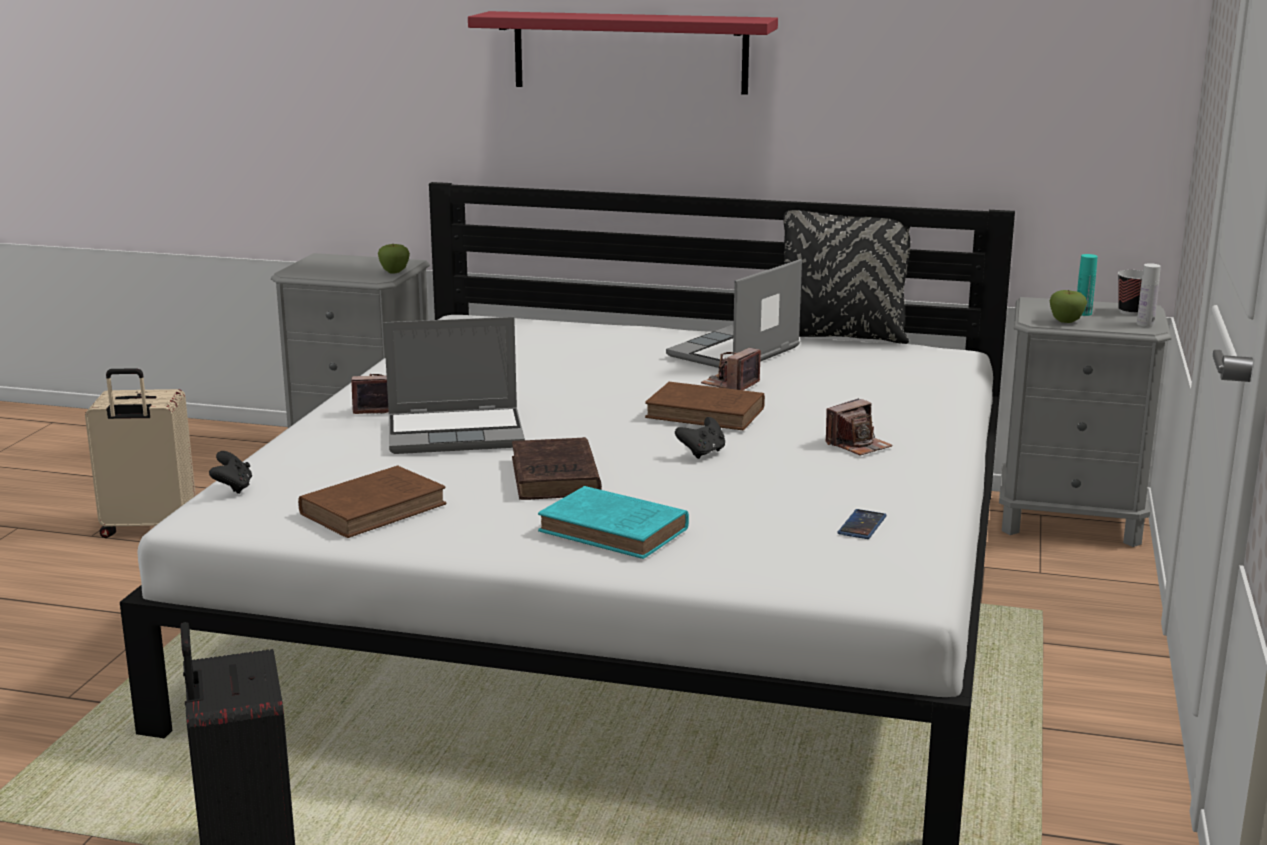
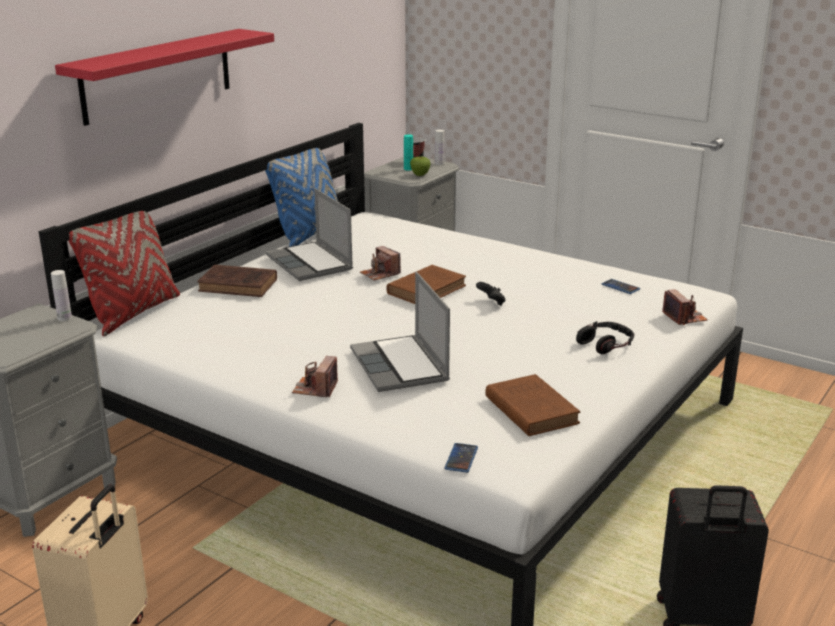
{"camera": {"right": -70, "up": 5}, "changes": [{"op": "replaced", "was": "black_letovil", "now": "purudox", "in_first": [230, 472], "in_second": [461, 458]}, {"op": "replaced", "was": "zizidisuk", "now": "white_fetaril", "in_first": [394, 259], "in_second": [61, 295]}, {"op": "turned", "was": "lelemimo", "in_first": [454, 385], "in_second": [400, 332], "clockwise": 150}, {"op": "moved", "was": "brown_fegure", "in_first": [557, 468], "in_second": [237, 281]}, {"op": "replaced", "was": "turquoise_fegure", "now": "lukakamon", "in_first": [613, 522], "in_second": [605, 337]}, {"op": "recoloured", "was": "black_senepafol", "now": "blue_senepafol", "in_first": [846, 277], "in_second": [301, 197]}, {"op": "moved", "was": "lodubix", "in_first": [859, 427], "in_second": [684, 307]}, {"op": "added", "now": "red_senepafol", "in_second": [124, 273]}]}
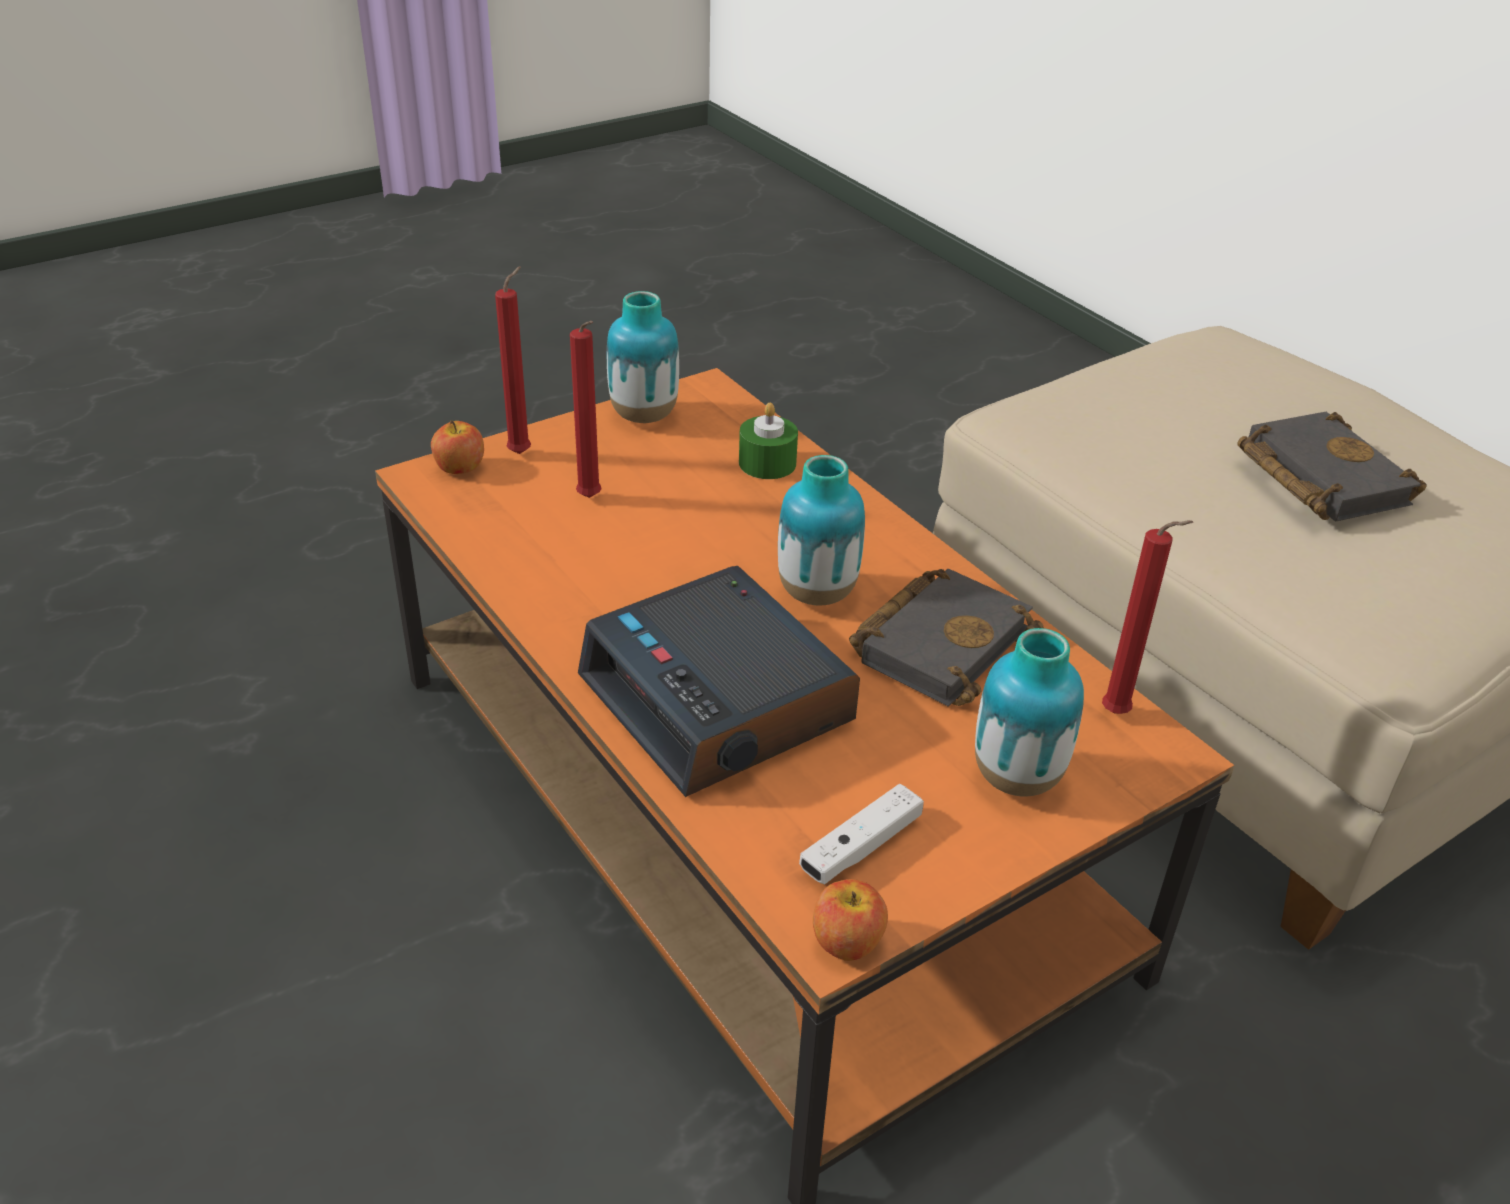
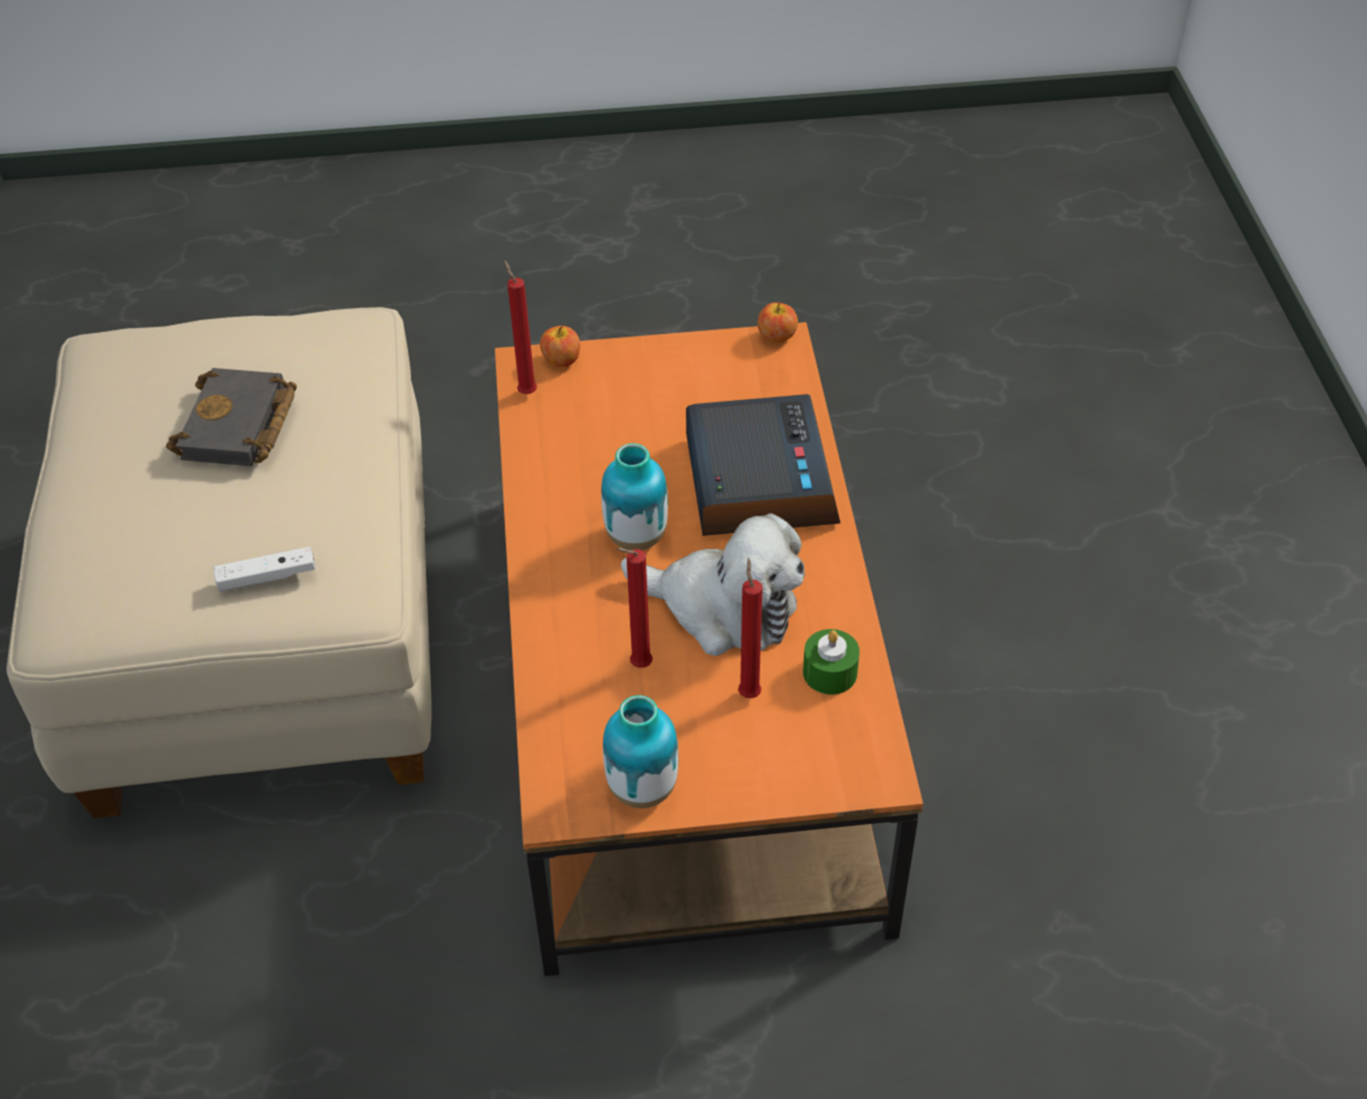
{"camera": {"right": -150, "up": 10}, "changes": [{"op": "moved", "was": "zizidisuk", "in_first": [457, 447], "in_second": [560, 346]}, {"op": "moved", "was": "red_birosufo", "in_first": [513, 360], "in_second": [634, 608]}, {"op": "moved", "was": "green_birosufo", "in_first": [768, 441], "in_second": [831, 662]}, {"op": "moved", "was": "white_letovil", "in_first": [861, 834], "in_second": [264, 569]}, {"op": "removed", "was": "black_fegure", "in_first": [946, 638]}, {"op": "removed", "was": "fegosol", "in_first": [1029, 712]}, {"op": "added", "now": "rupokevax", "in_second": [713, 584]}]}
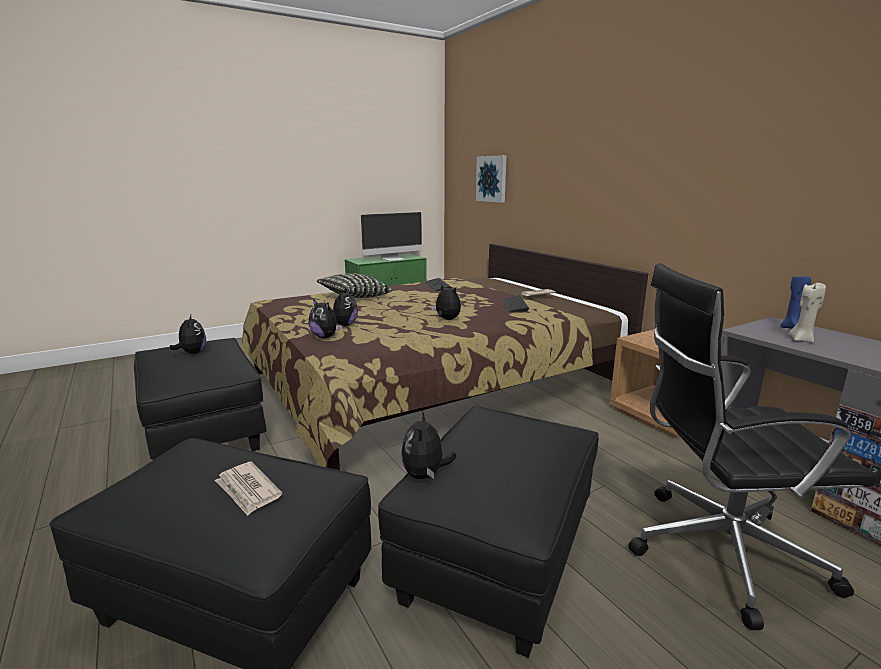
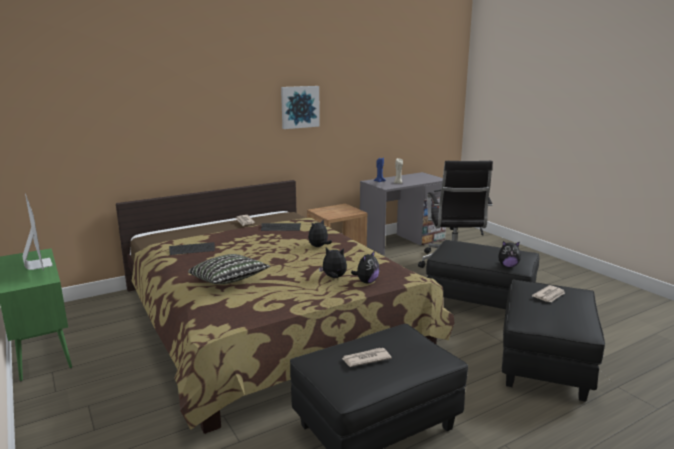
{"camera": {"right": -90, "up": 0}, "changes": [{"op": "replaced", "was": "rupokevax", "now": "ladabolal", "in_first": [188, 334], "in_second": [367, 357]}, {"op": "moved", "was": "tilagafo", "in_first": [491, 179], "in_second": [300, 107]}]}
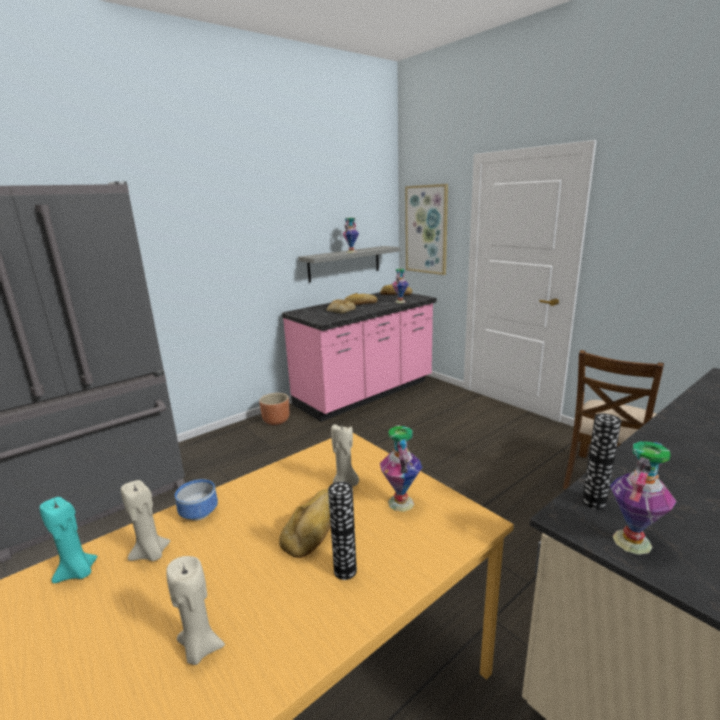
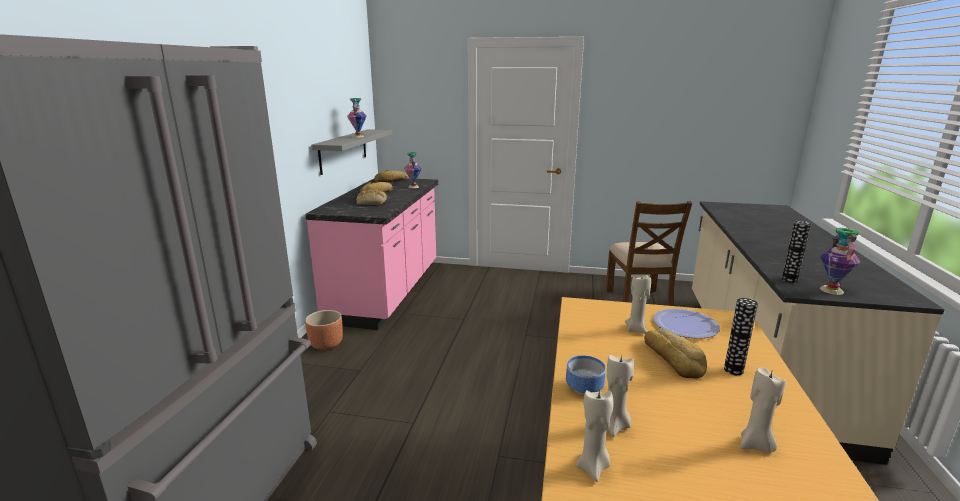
{"camera": {"right": -40, "up": 0}, "changes": [{"op": "recoloured", "was": "turquoise_birosufo", "now": "beige_birosufo", "in_first": [68, 540], "in_second": [594, 435]}, {"op": "replaced", "was": "fegosol", "now": "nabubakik", "in_first": [401, 468], "in_second": [686, 323]}, {"op": "removed", "was": "tilagafo", "in_first": [426, 229]}]}
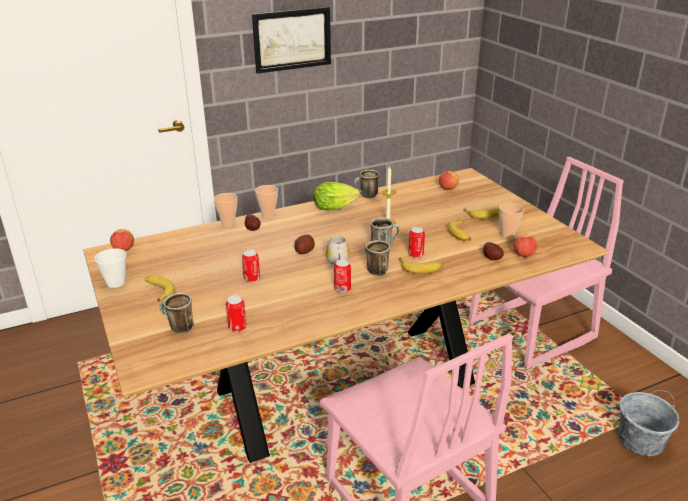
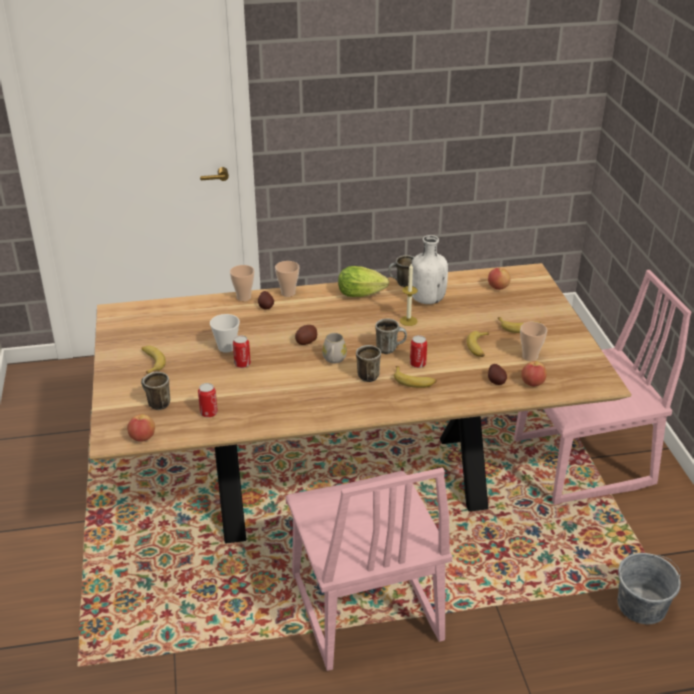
{"camera": {"right": 15, "up": 5}, "changes": [{"op": "moved", "was": "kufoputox", "in_first": [110, 268], "in_second": [225, 333]}, {"op": "moved", "was": "zizidisuk", "in_first": [122, 240], "in_second": [141, 428]}, {"op": "removed", "was": "tilagafo", "in_first": [291, 40]}, {"op": "removed", "was": "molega", "in_first": [342, 276]}, {"op": "added", "now": "white_fetaril", "in_second": [429, 269]}]}
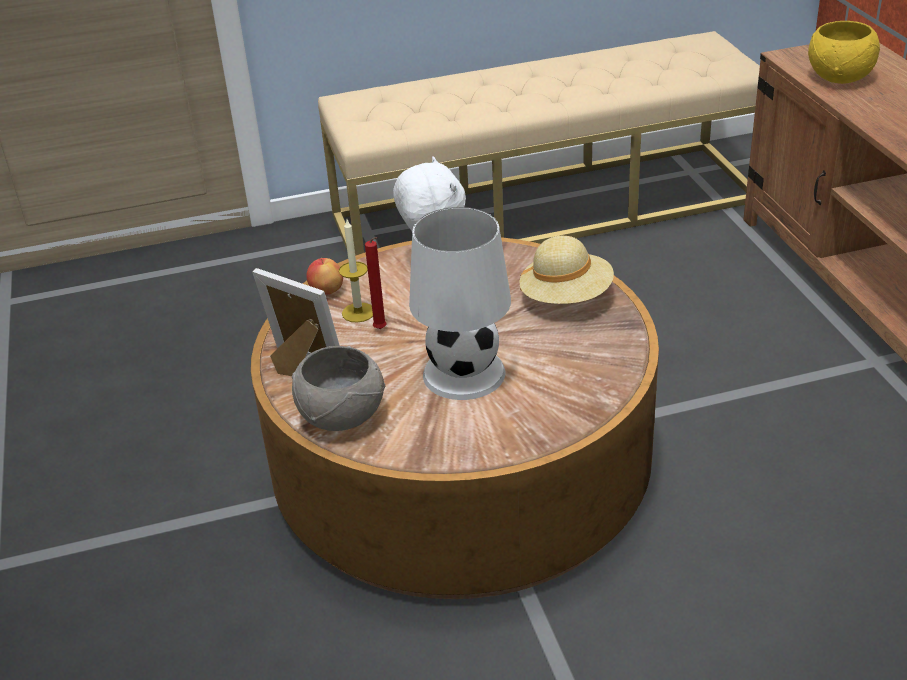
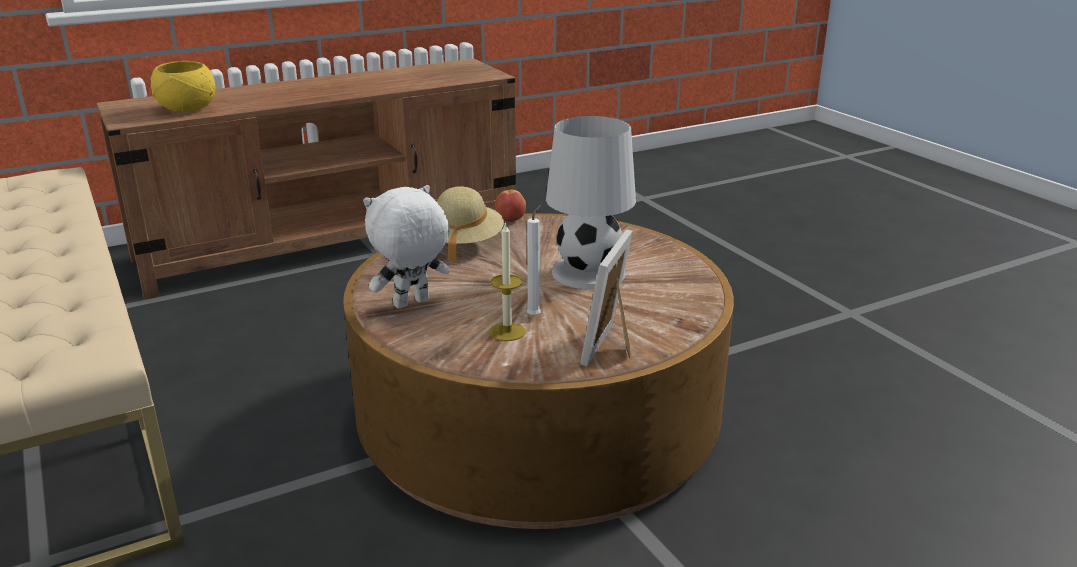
{"camera": {"right": -105, "up": -10}, "changes": [{"op": "removed", "was": "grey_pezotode", "in_first": [338, 388]}, {"op": "moved", "was": "zizidisuk", "in_first": [324, 276], "in_second": [510, 206]}, {"op": "recoloured", "was": "red_birosufo", "now": "white_birosufo", "in_first": [376, 283], "in_second": [534, 261]}]}
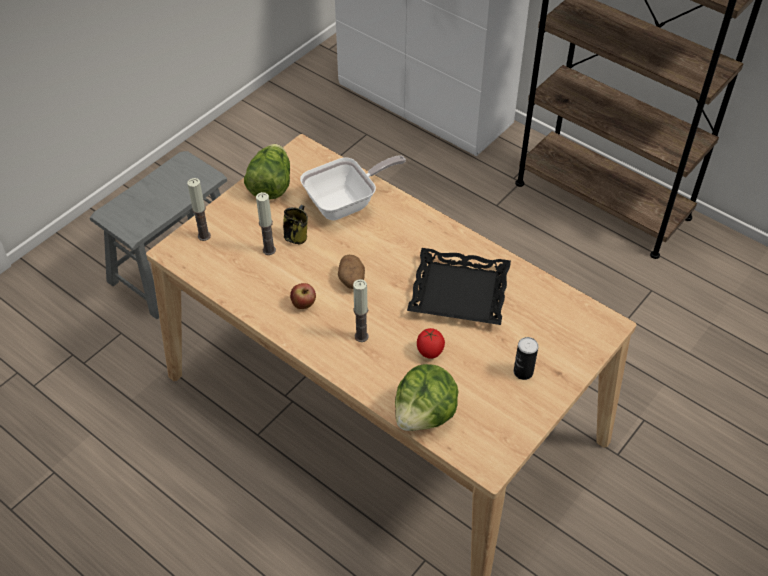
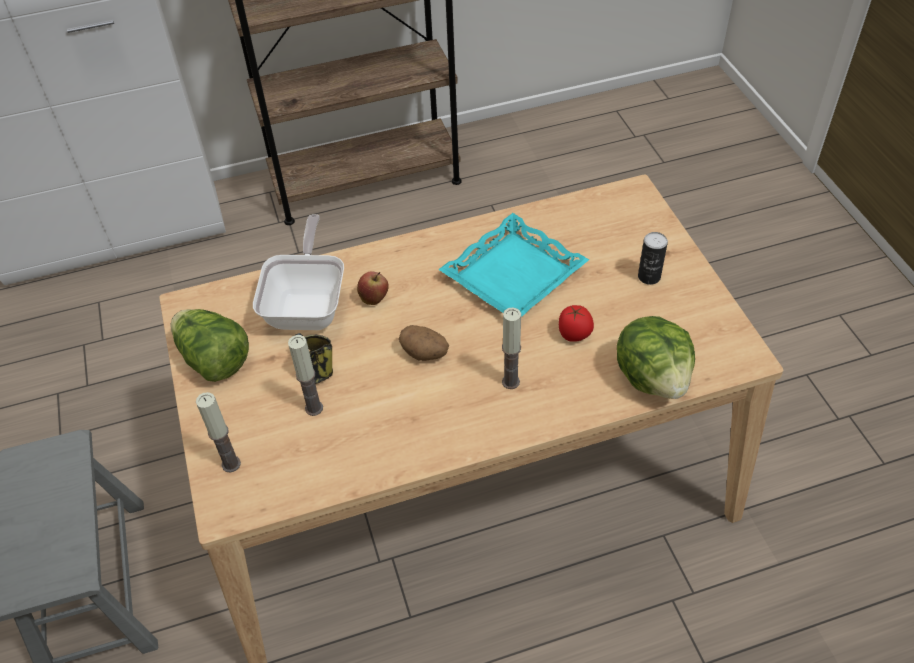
{"camera": {"right": -55, "up": 0}, "changes": [{"op": "moved", "was": "zizidisuk", "in_first": [303, 296], "in_second": [373, 288]}, {"op": "recoloured", "was": "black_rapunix", "now": "turquoise_rapunix", "in_first": [459, 286], "in_second": [513, 265]}]}
